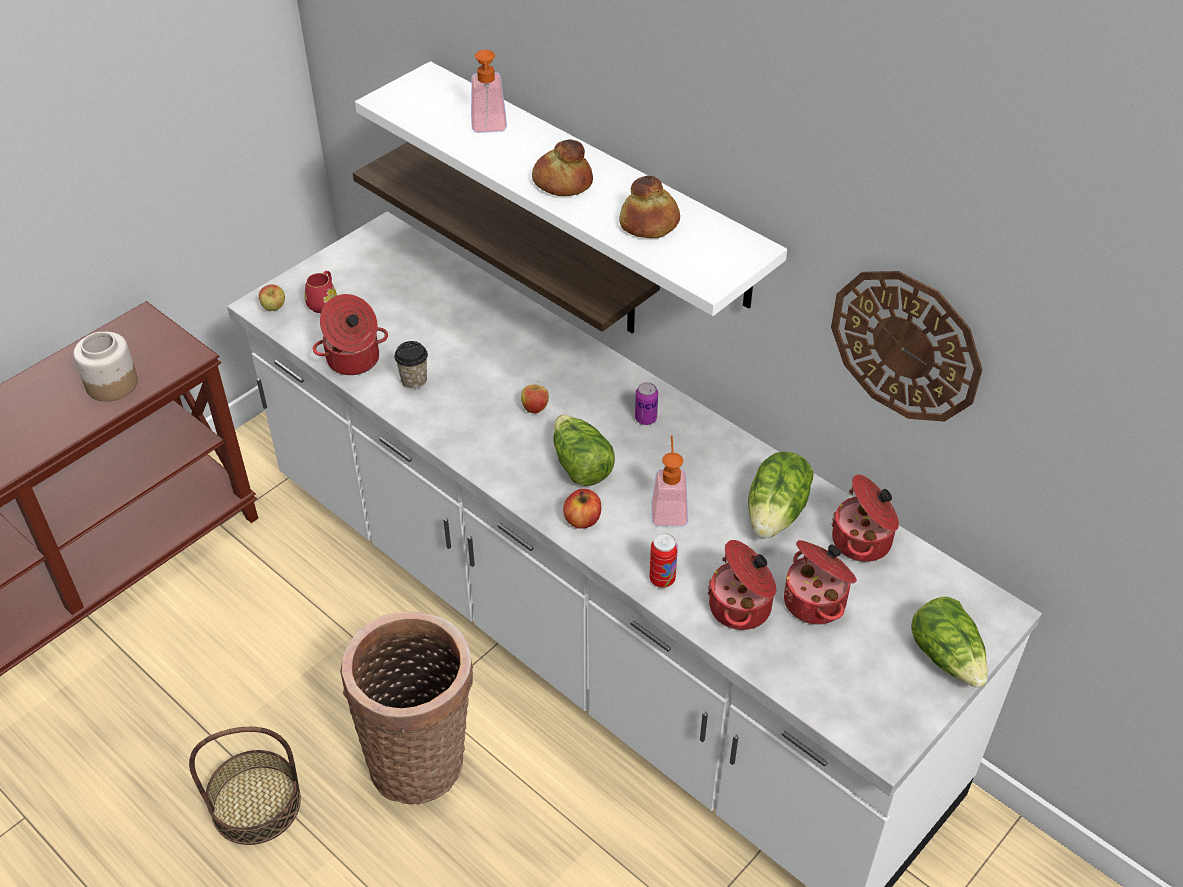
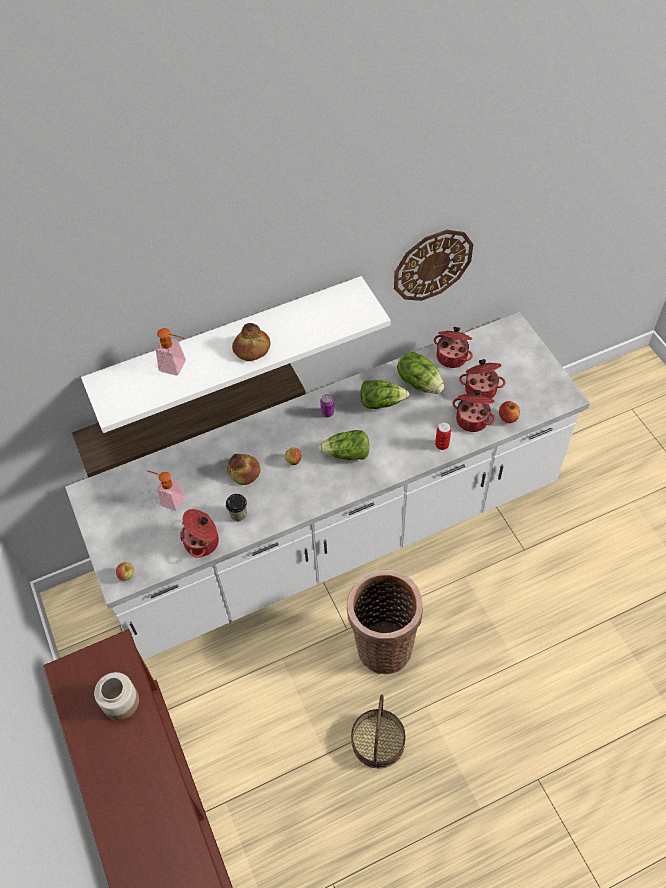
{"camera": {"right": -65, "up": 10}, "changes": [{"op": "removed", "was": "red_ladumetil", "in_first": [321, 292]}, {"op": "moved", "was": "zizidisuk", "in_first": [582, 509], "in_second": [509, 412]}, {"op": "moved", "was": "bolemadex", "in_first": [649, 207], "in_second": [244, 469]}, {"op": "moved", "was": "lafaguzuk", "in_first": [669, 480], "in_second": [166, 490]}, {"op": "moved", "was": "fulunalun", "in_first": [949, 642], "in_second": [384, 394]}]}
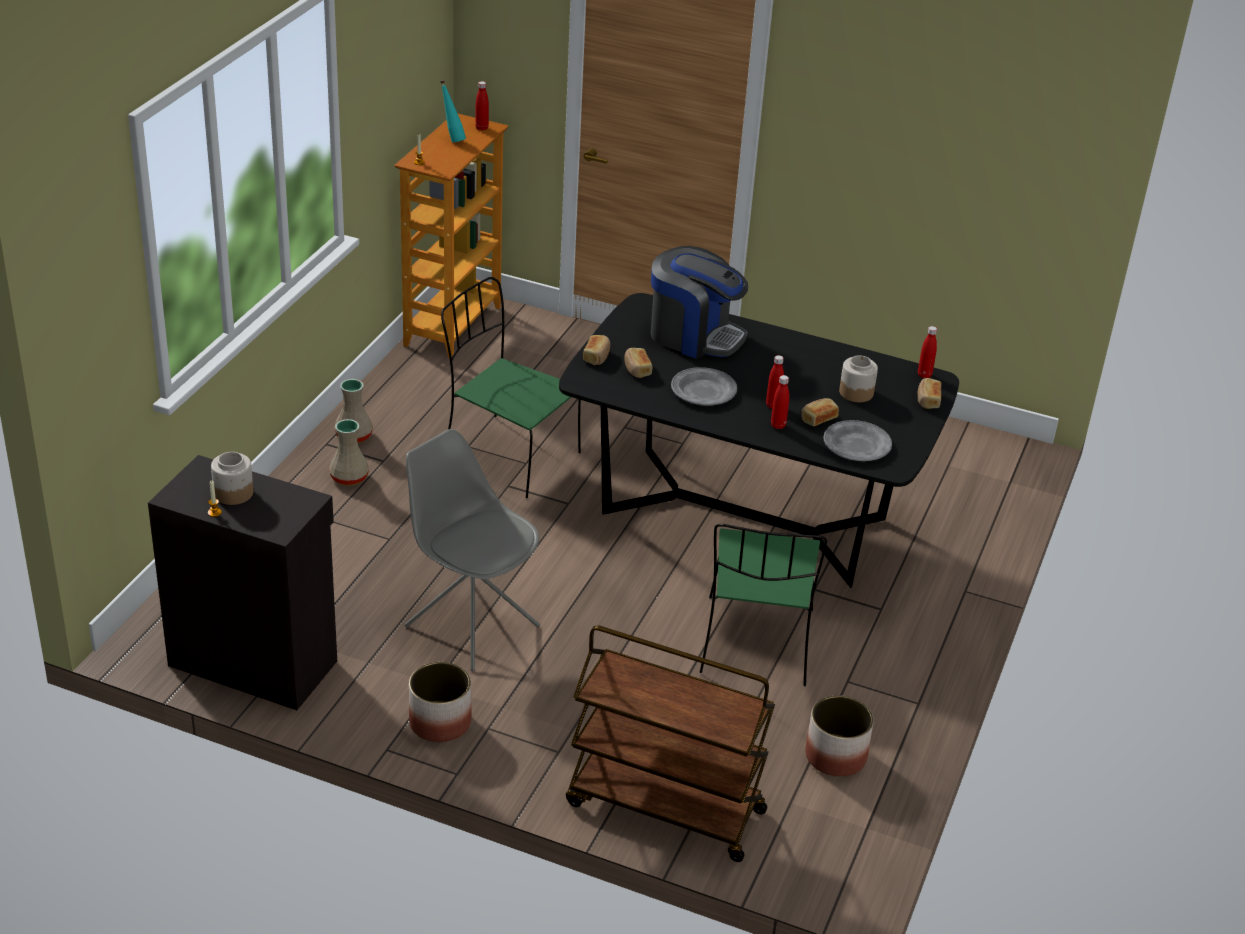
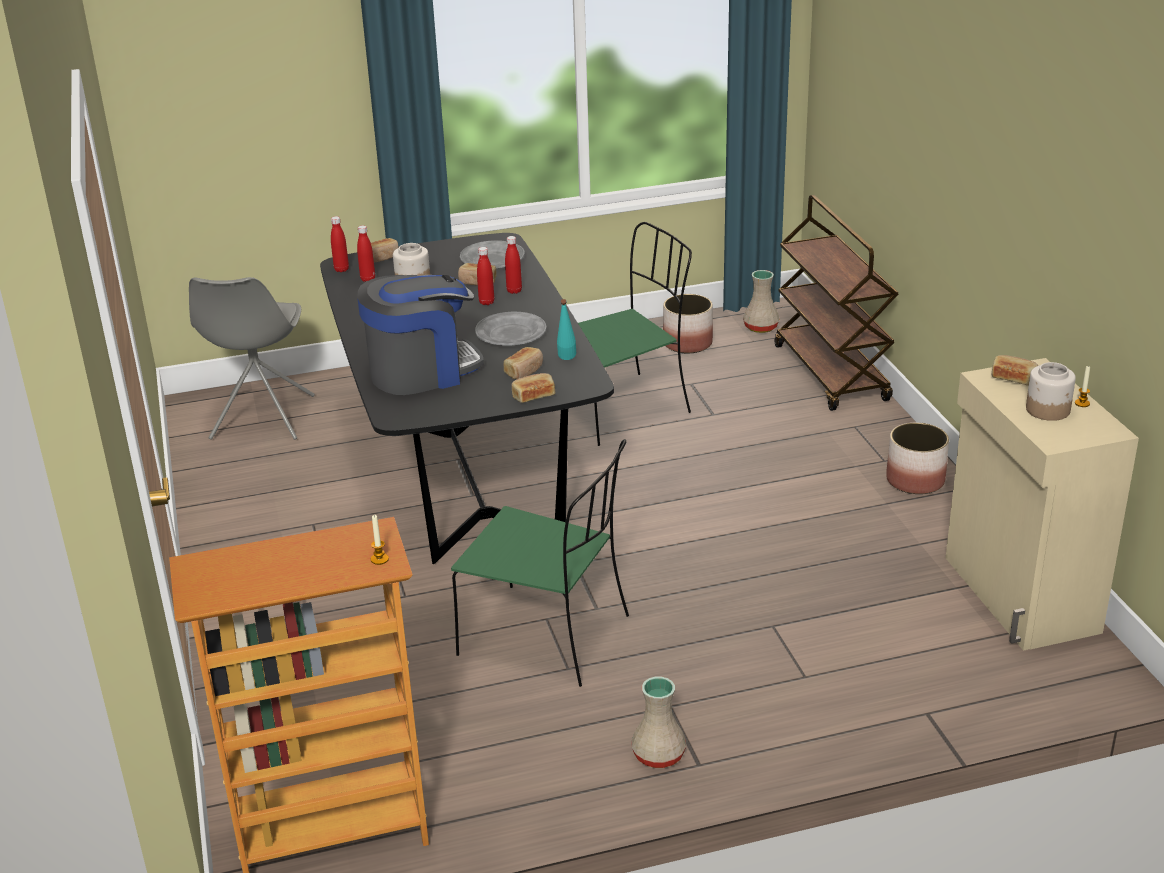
{"camera": {"right": -125, "up": -5}, "changes": [{"op": "recoloured", "was": "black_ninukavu", "now": "beige_ninukavu", "in_first": [242, 582], "in_second": [1042, 504]}, {"op": "moved", "was": "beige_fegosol", "in_first": [349, 452], "in_second": [761, 301]}, {"op": "moved", "was": "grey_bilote", "in_first": [472, 550], "in_second": [252, 358]}, {"op": "moved", "was": "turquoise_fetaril", "in_first": [453, 111], "in_second": [566, 329]}, {"op": "turned", "was": "green_bilote", "in_first": [511, 387], "in_second": [540, 563], "clockwise": -60}, {"op": "moved", "was": "red_fetaril", "in_first": [482, 106], "in_second": [366, 253]}, {"op": "turned", "was": "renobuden", "in_first": [699, 302], "in_second": [420, 335], "clockwise": 75}, {"op": "added", "now": "bolemadex", "in_second": [1015, 370]}]}
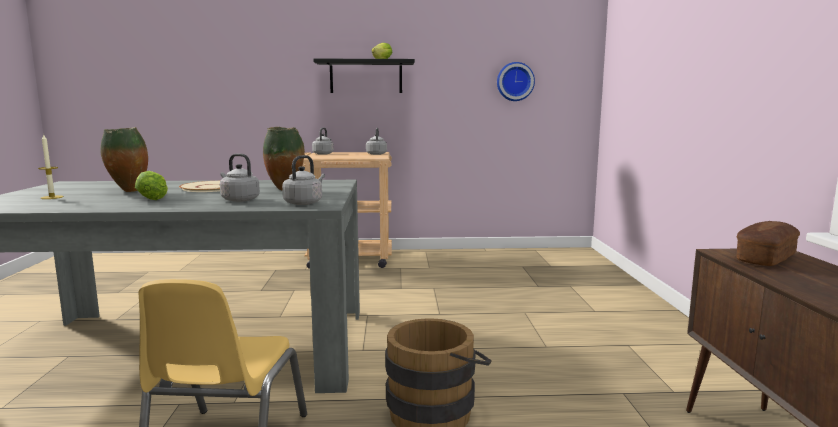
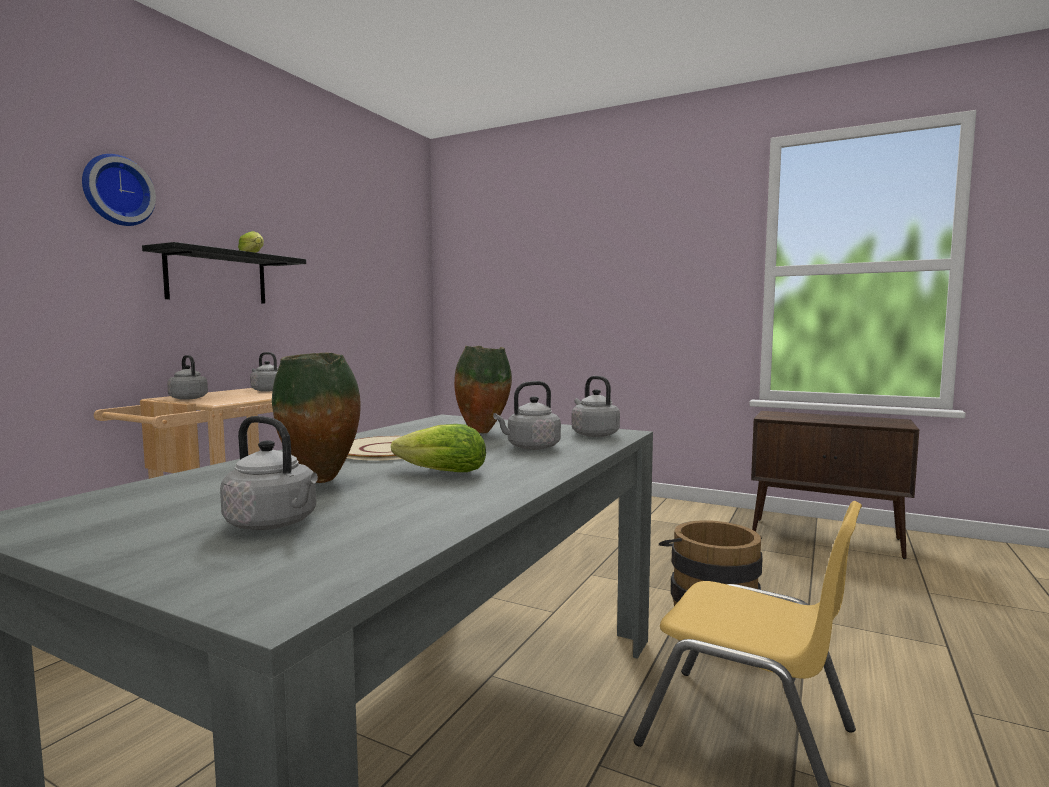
{"camera": {"right": -60, "up": -5}, "changes": [{"op": "replaced", "was": "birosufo", "now": "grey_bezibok", "in_first": [51, 167], "in_second": [269, 473]}, {"op": "moved", "was": "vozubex", "in_first": [516, 81], "in_second": [119, 190]}, {"op": "removed", "was": "bolemadex", "in_first": [768, 243]}]}
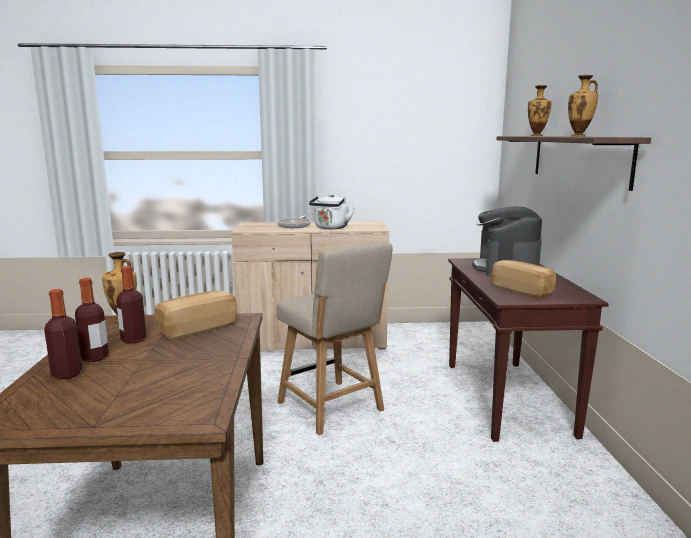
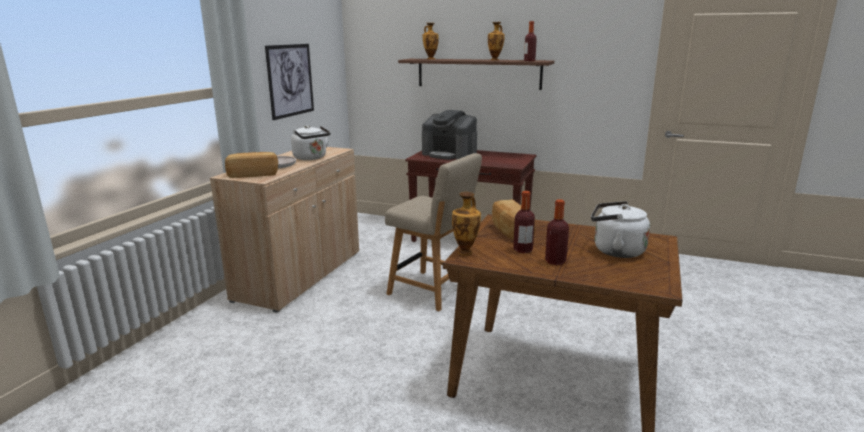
{"camera": {"right": -65, "up": 5}, "changes": [{"op": "moved", "was": "fetaril", "in_first": [63, 334], "in_second": [530, 41]}, {"op": "turned", "was": "beige_bilote", "in_first": [335, 338], "in_second": [433, 232], "clockwise": 45}, {"op": "moved", "was": "bolemadex", "in_first": [523, 279], "in_second": [251, 165]}, {"op": "added", "now": "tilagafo", "in_second": [289, 82]}, {"op": "added", "now": "white_bezibok", "in_second": [620, 229]}]}
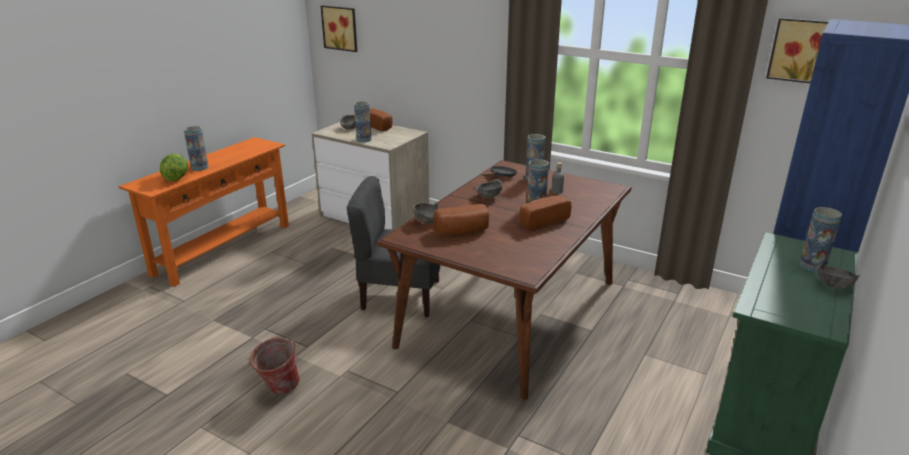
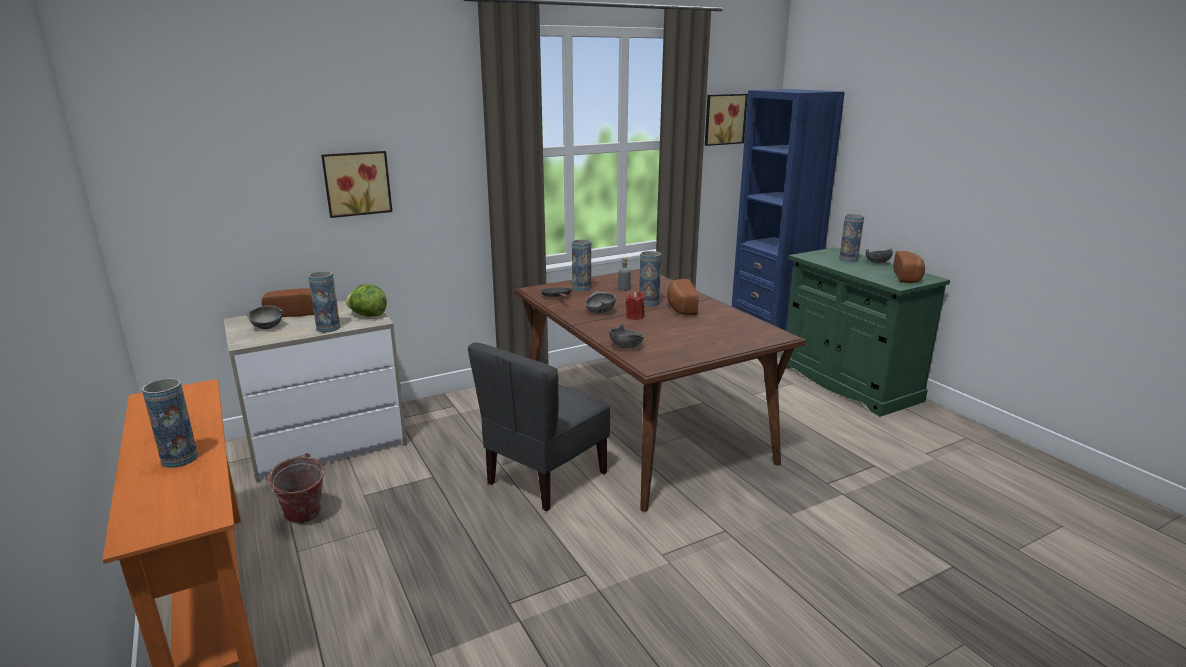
{"camera": {"right": -60, "up": -5}, "changes": [{"op": "moved", "was": "fulunalun", "in_first": [174, 167], "in_second": [366, 300]}, {"op": "moved", "was": "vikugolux", "in_first": [274, 366], "in_second": [295, 488]}, {"op": "moved", "was": "tilagafo", "in_first": [339, 28], "in_second": [356, 184]}, {"op": "moved", "was": "bolemadex", "in_first": [461, 219], "in_second": [909, 267]}, {"op": "added", "now": "red_birosufo", "in_second": [634, 305]}]}
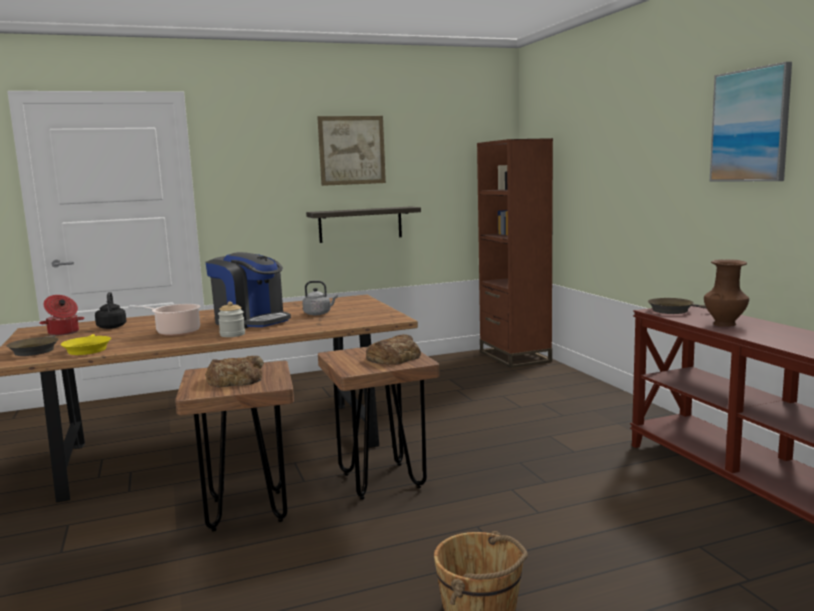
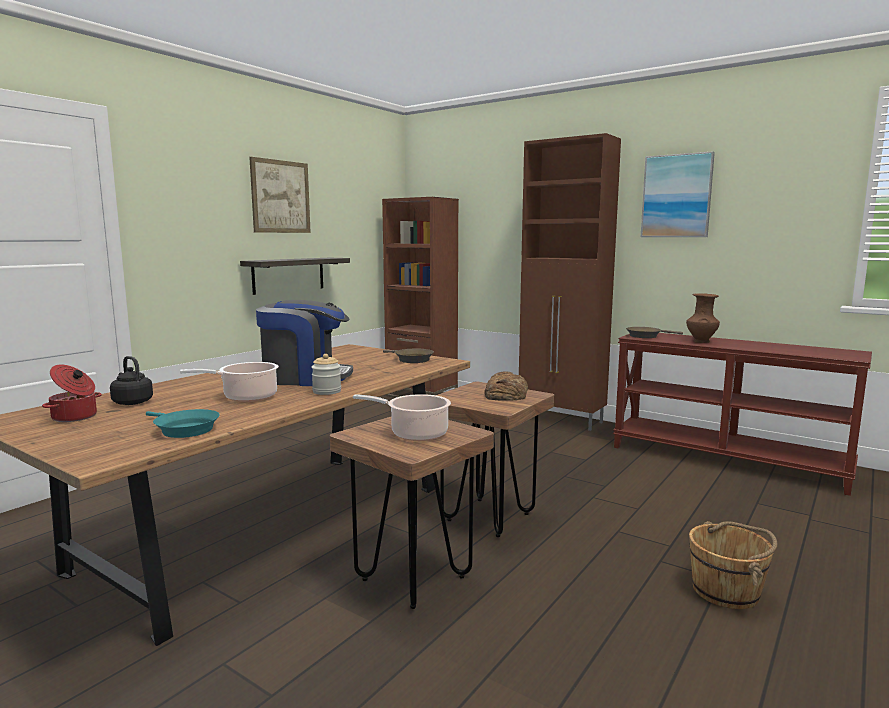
{"camera": {"right": -35, "up": 0}, "changes": [{"op": "moved", "was": "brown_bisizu", "in_first": [32, 345], "in_second": [408, 356]}, {"op": "recoloured", "was": "yellow_bisizu", "now": "turquoise_bisizu", "in_first": [86, 344], "in_second": [183, 423]}, {"op": "replaced", "was": "bolemadex", "now": "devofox", "in_first": [234, 371], "in_second": [402, 417]}, {"op": "removed", "was": "grey_bezibok", "in_first": [320, 298]}, {"op": "added", "now": "brown_ninukavu", "in_second": [570, 282]}]}
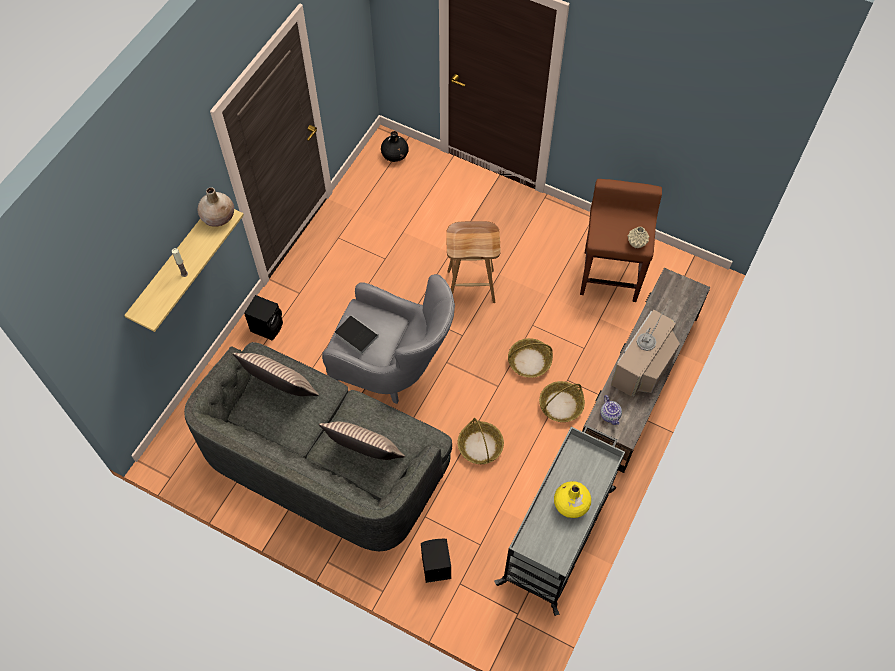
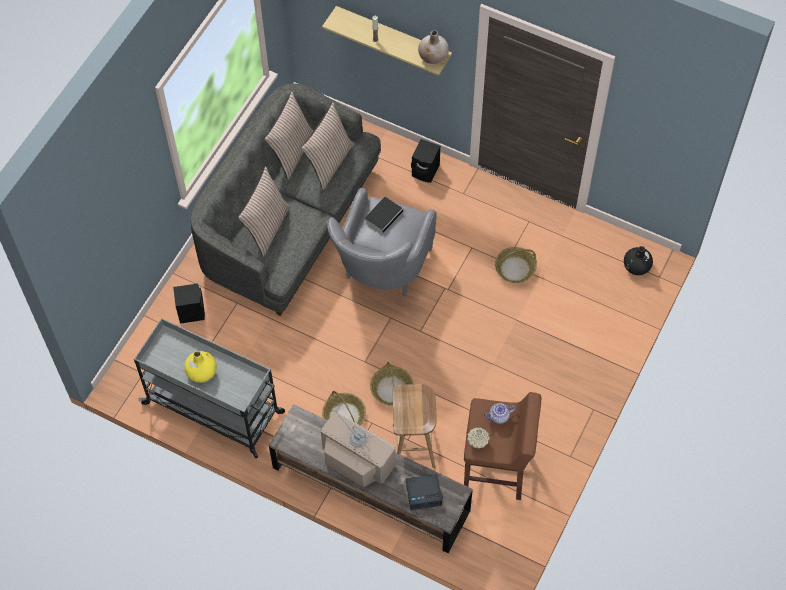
{"camera": {"right": 90, "up": 0}, "changes": [{"op": "moved", "was": "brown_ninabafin", "in_first": [473, 262], "in_second": [414, 426]}, {"op": "moved", "was": "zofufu", "in_first": [480, 441], "in_second": [516, 265]}, {"op": "moved", "was": "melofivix", "in_first": [611, 410], "in_second": [500, 413]}, {"op": "added", "now": "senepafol", "in_second": [288, 135]}, {"op": "added", "now": "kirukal", "in_second": [424, 492]}]}
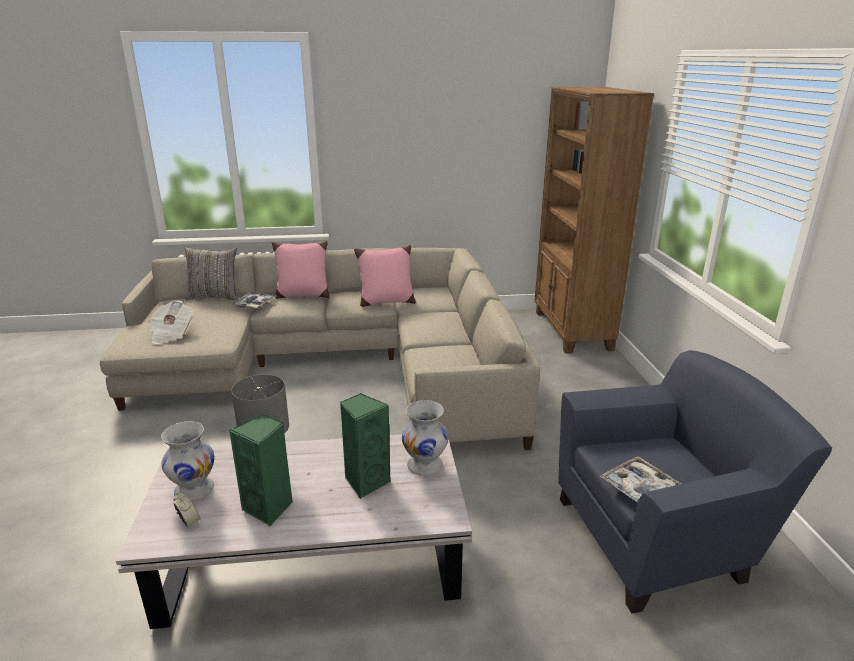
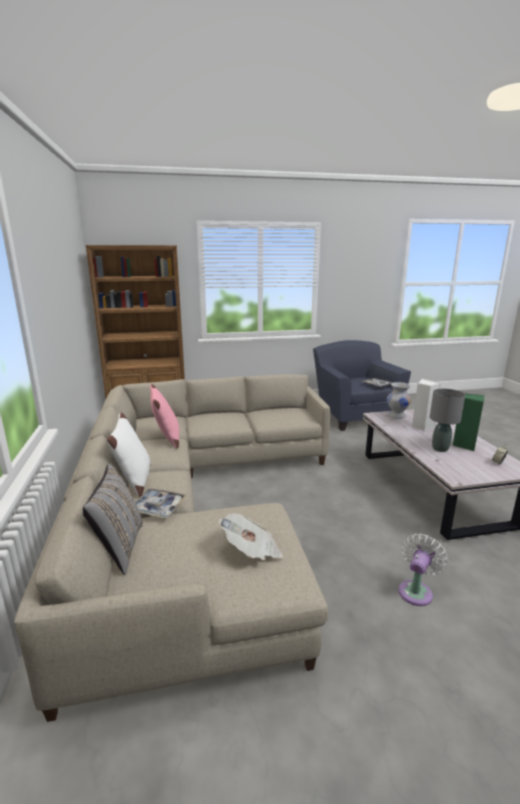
{"camera": {"right": -95, "up": -5}, "changes": [{"op": "removed", "was": "white_fegosol", "in_first": [188, 461]}, {"op": "recoloured", "was": "pink_senepafol", "now": "white_senepafol", "in_first": [300, 269], "in_second": [128, 454]}, {"op": "recoloured", "was": "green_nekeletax", "now": "white_nekeletax", "in_first": [365, 446], "in_second": [426, 405]}, {"op": "added", "now": "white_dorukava", "in_second": [423, 570]}]}
